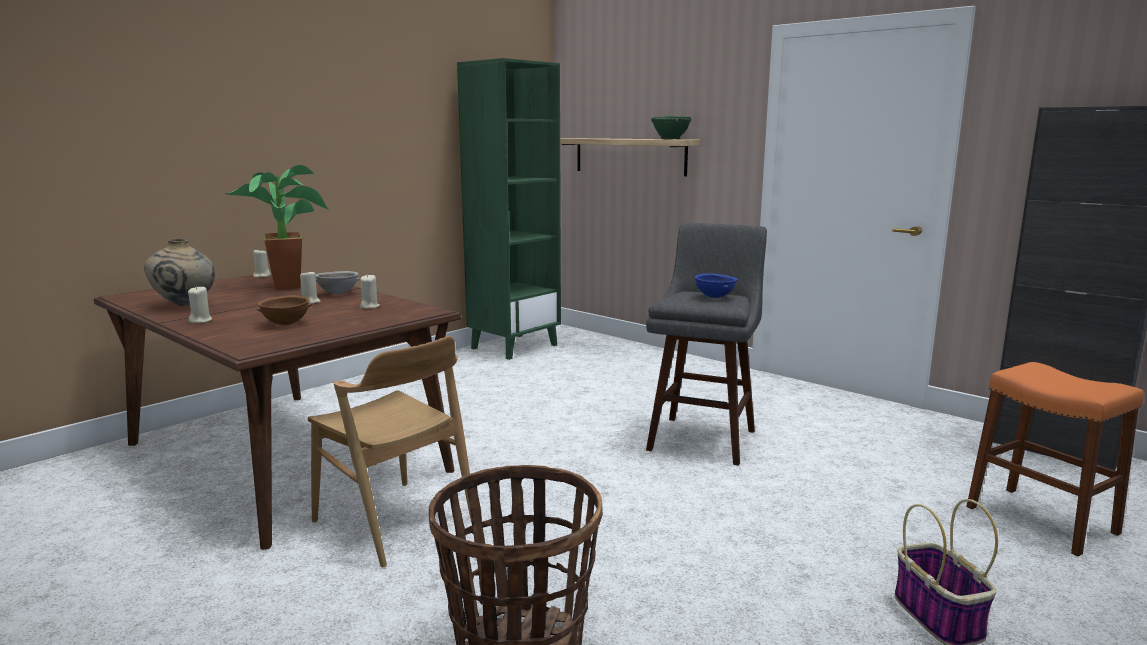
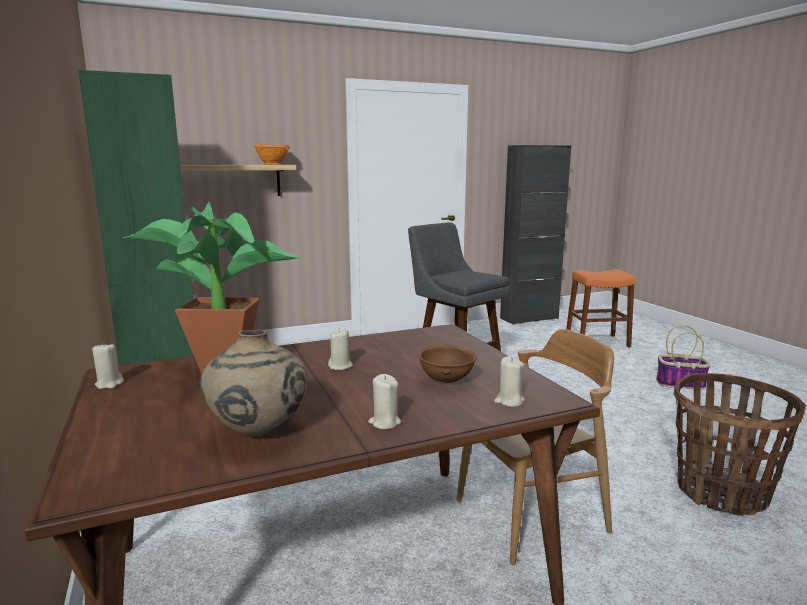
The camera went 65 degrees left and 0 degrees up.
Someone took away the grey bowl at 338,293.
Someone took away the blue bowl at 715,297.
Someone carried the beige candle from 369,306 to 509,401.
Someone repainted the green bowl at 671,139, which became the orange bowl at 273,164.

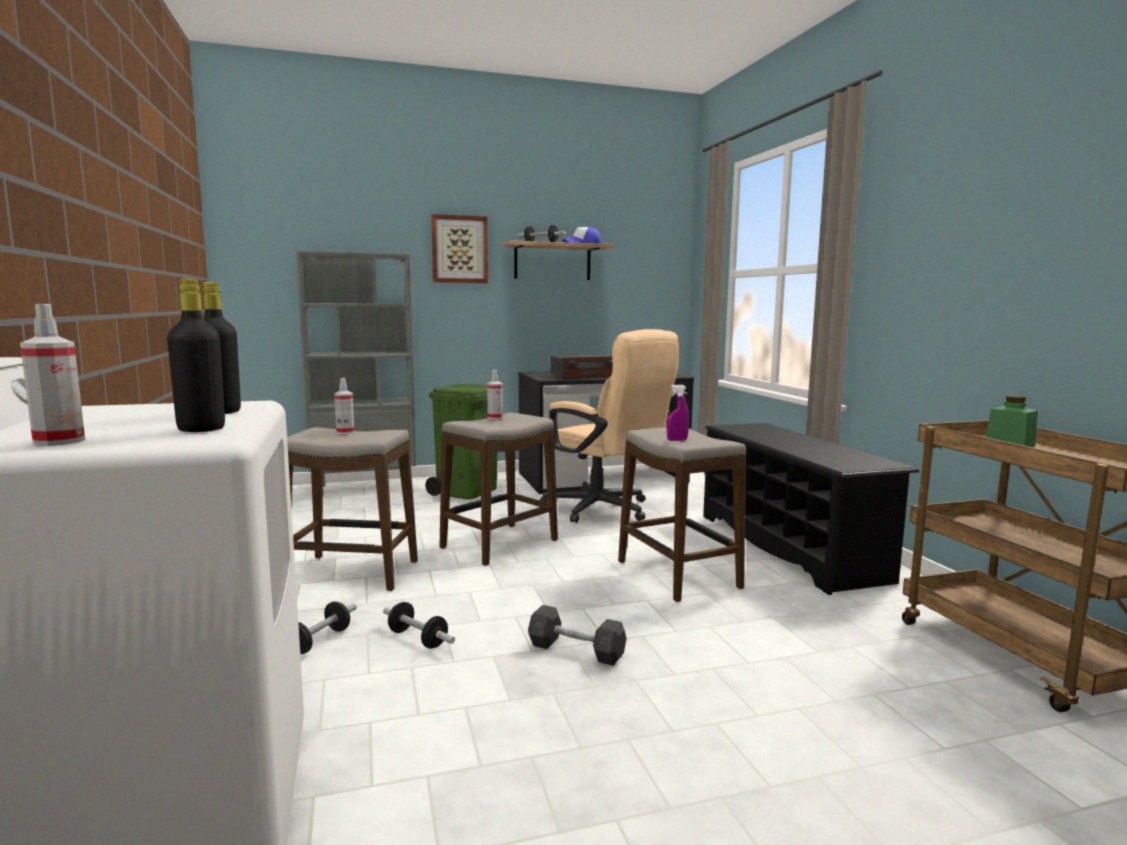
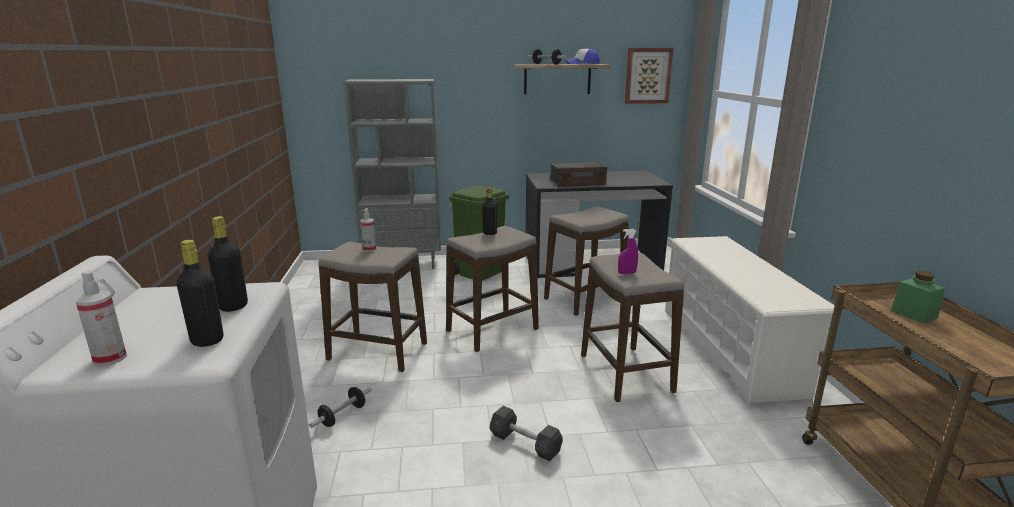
The camera went 10 degrees right and 10 degrees up.
Someone took away the dumbbell at 418,639.
Someone carried the picture from 459,249 to 647,76.
Someone swapped the spray bottle at 495,418 for the black bottle at 490,233.
Someone swapped the beige office chair at 605,510 for the stool at 585,299.
Someone repainted the black shoe rack at 789,546, which became the white shoe rack at 730,349.

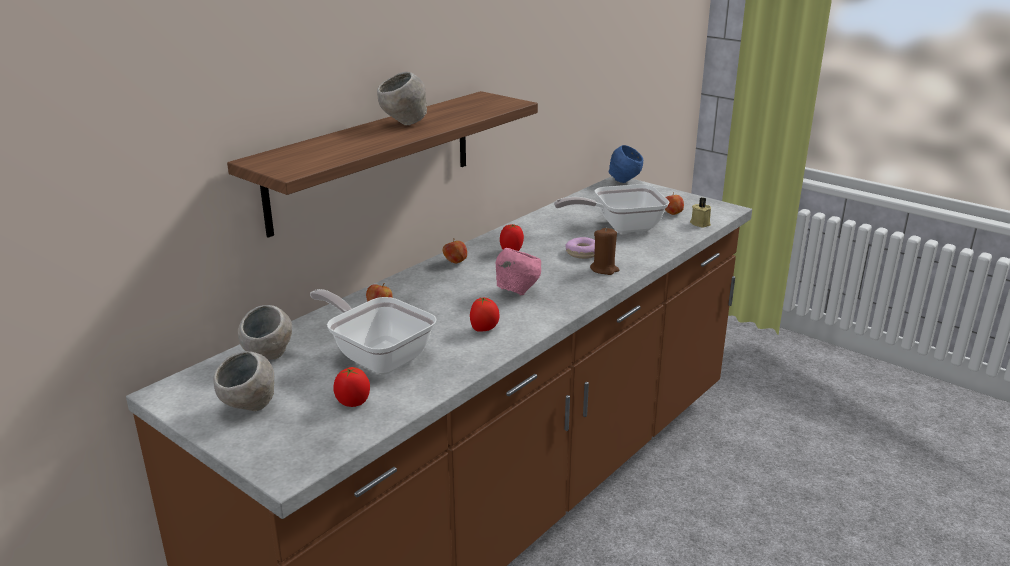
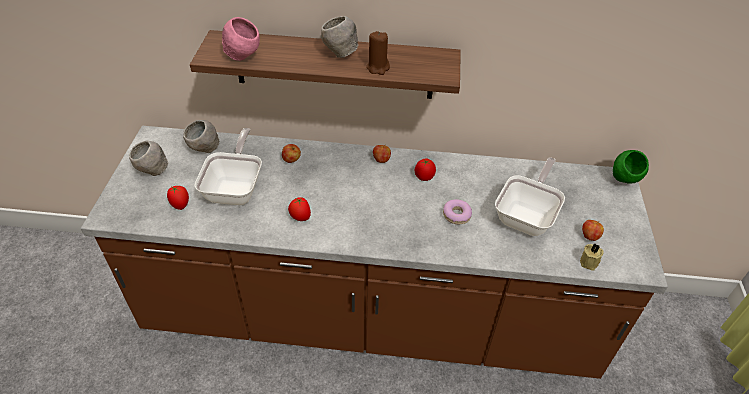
The camera went 55 degrees right and 20 degrees up.
Someone carried the pink bowl from 517,292 to 243,57.
Someone carried the brown candle from 604,269 to 378,68.
Someone repainted the blue bowl at 624,181, which became the green bowl at 623,181.
Someone rotated the frying pan at 620,227 by 75 degrees clockwise.

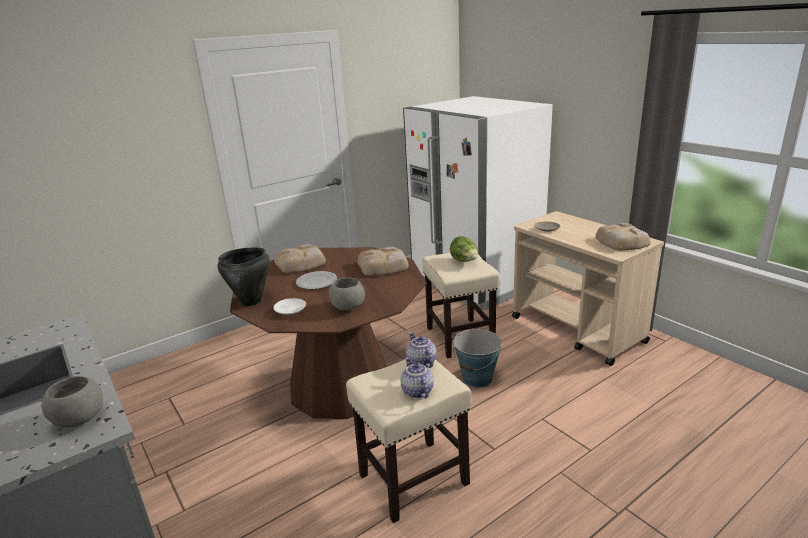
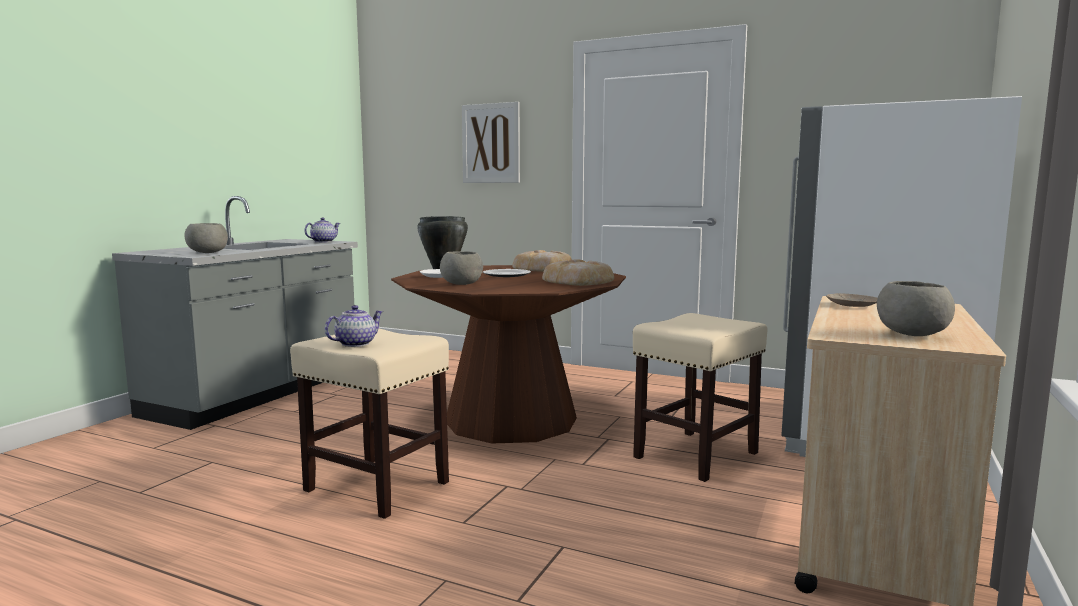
The camera went 60 degrees right and 15 degrees down.
Someone took away the lettuce at 464,261.
Someone took away the bucket at 477,378.
Someone put up the picture at 491,143.
Someone carried the teapot from 420,362 to 323,241.
Someone swapped the bread at 622,242 for the grey bowl at 911,335.

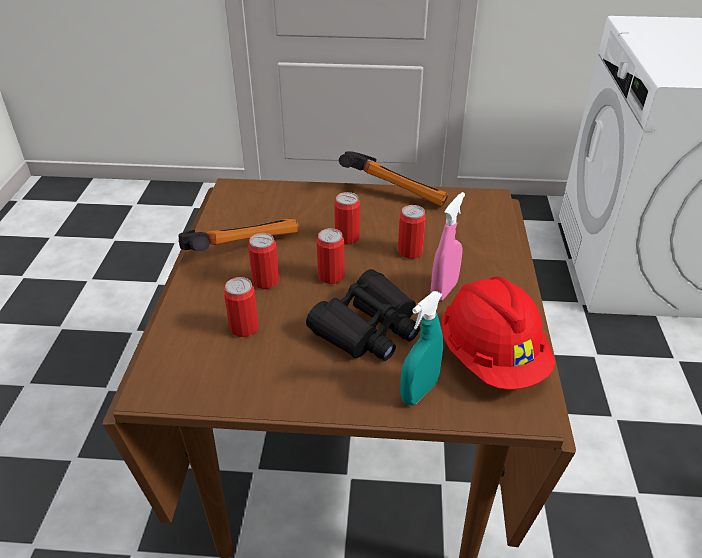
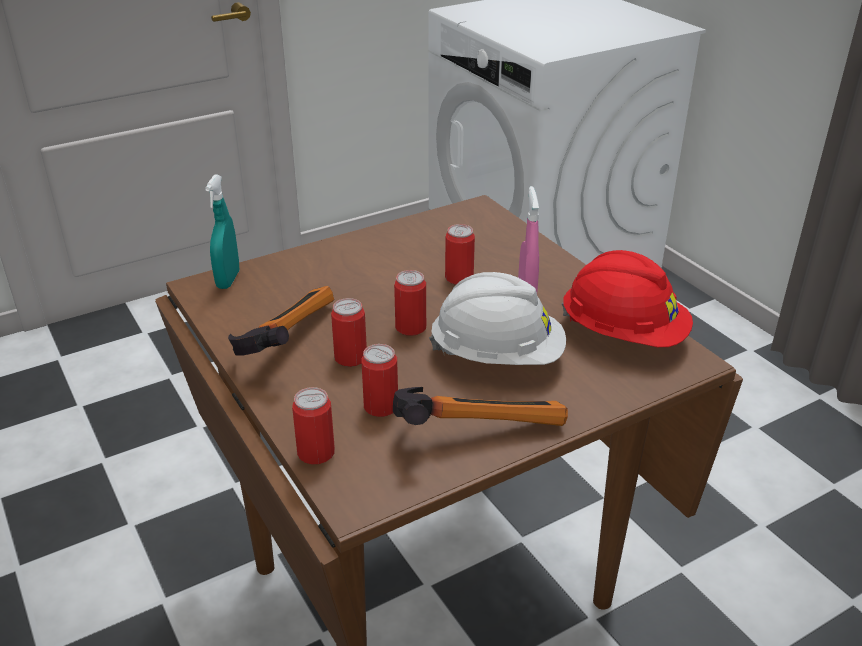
The camera went 35 degrees left and 5 degrees down.
Someone carried the can from 347,238 to 316,453.
Someone carried the hammer from 395,192 to 476,427.
Someone carried the turquoise spray bottle from 419,392 to 228,280.
Someone swapped the black binoculars at 368,328 for the white hard hat at 497,356.

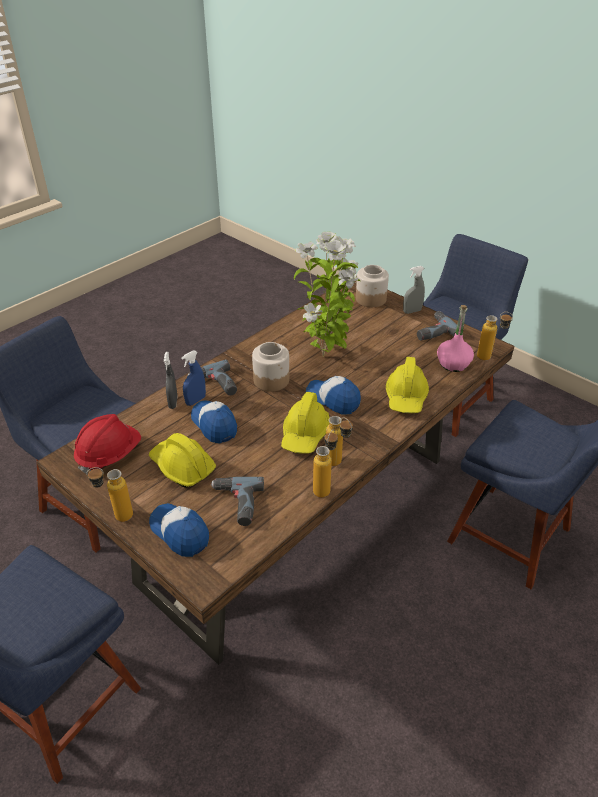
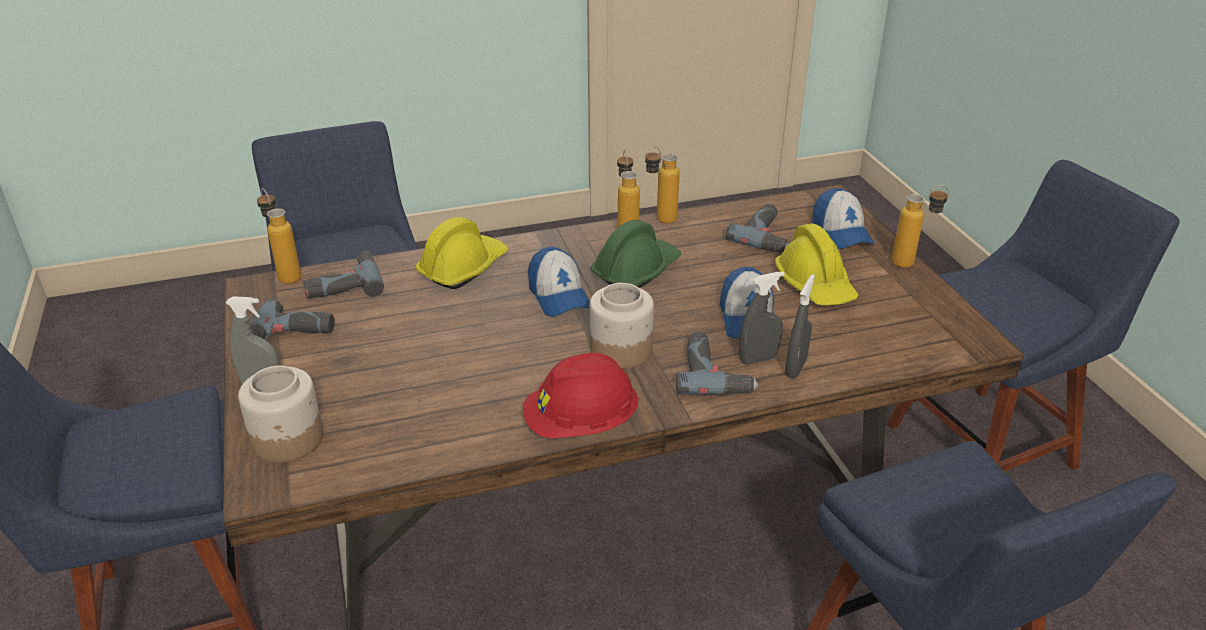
The camera went 150 degrees left and 5 degrees down.
Someone took away the potted plant at 325,356.
Someone carried the red hard hat from 109,455 to 581,424.
Someone swapped the pink bottle at 453,364 for the power drill at 343,284.
Someone repainted the blue spray bottle at 195,400, which became the grey spray bottle at 758,359.
Someone repainted the yellow hard hat at 305,434, which became the green hard hat at 636,271.

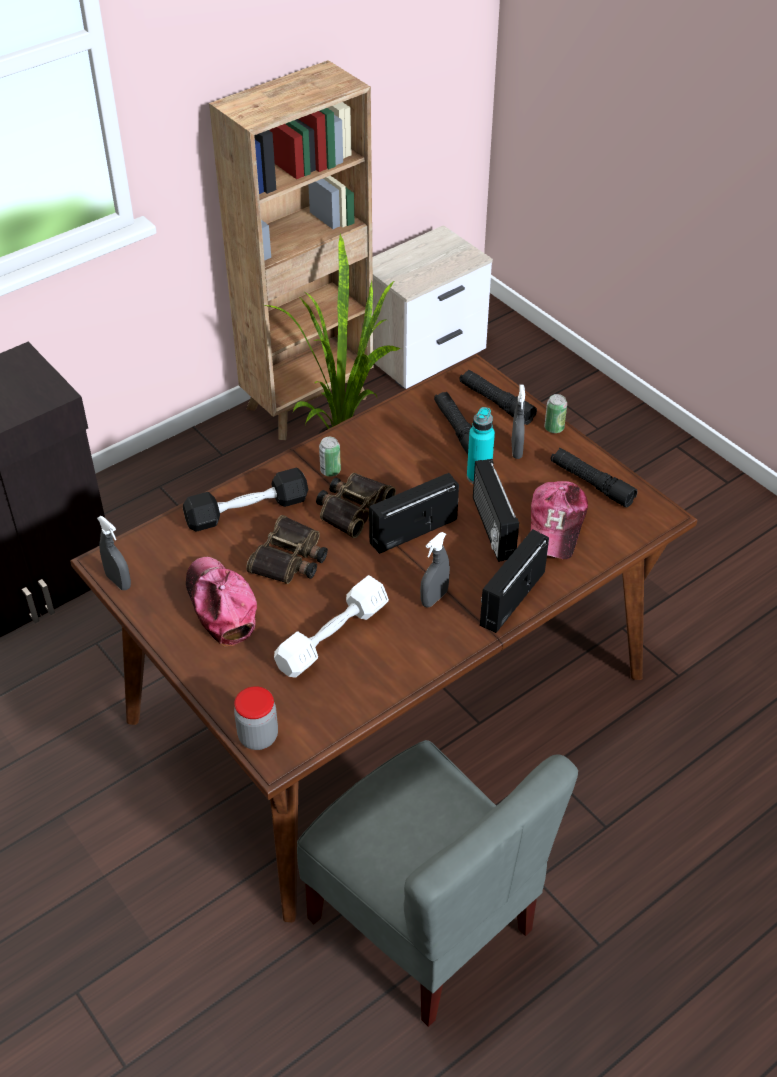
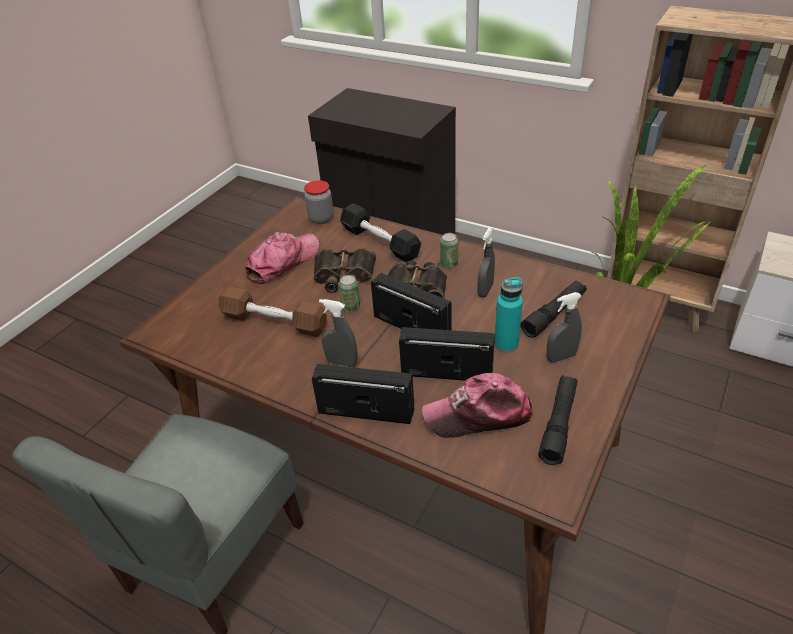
The camera went 70 degrees right and 5 degrees down.
Someone took away the black flashlight at 496,403.
Someone carried the grey spray bottle from 118,581 to 485,290.
Someone carried the jar from 258,737 to 321,218.
Someone carried the can from 554,428 to 351,307.
Someone repainted the white dumbbell at 332,637, which became the brown dumbbell at 274,322.
Someone rotated the radio at 491,528 by 45 degrees clockwise.

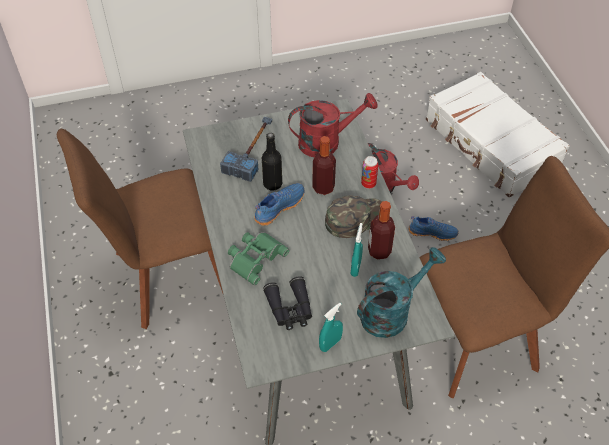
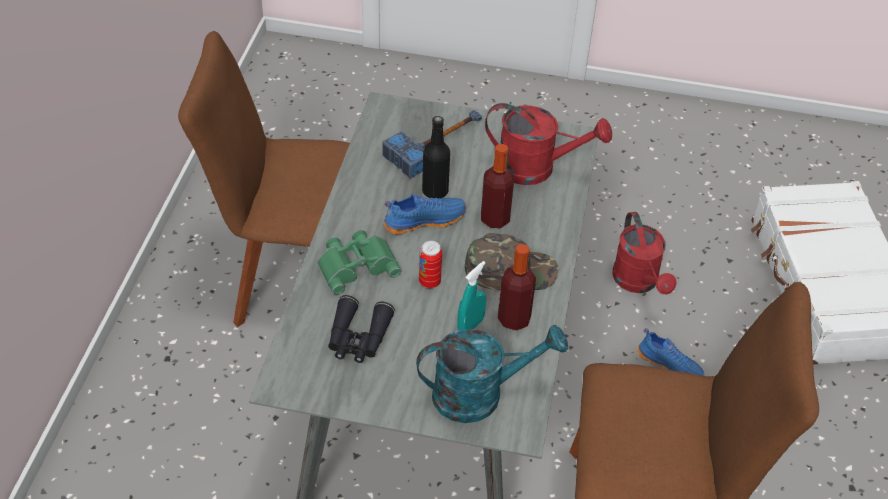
The camera went 25 degrees right and 5 degrees down.
Someone took away the turquoise spray bottle at 330,344.
Someone carried the can from 368,184 to 429,282.

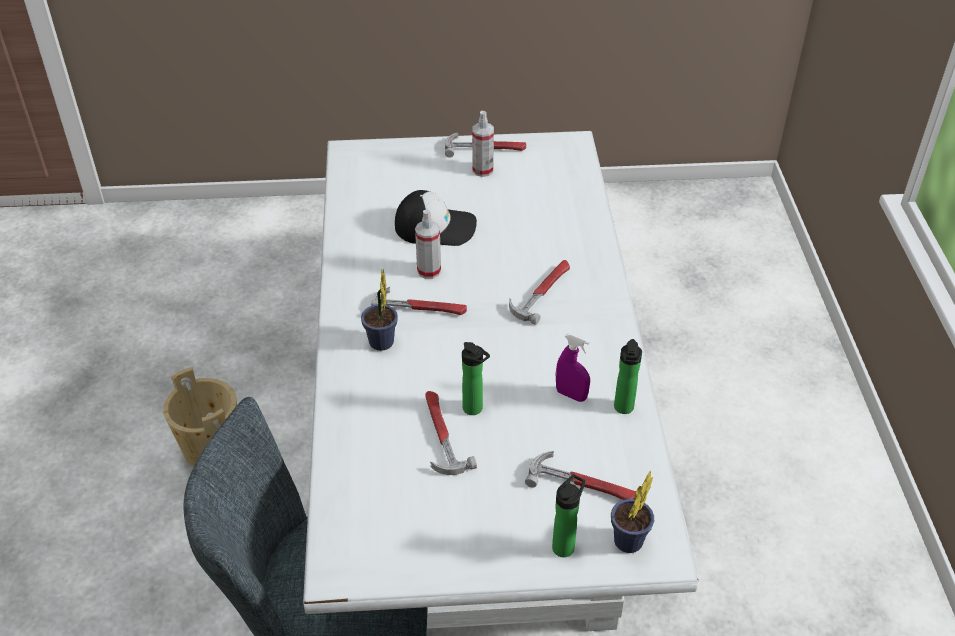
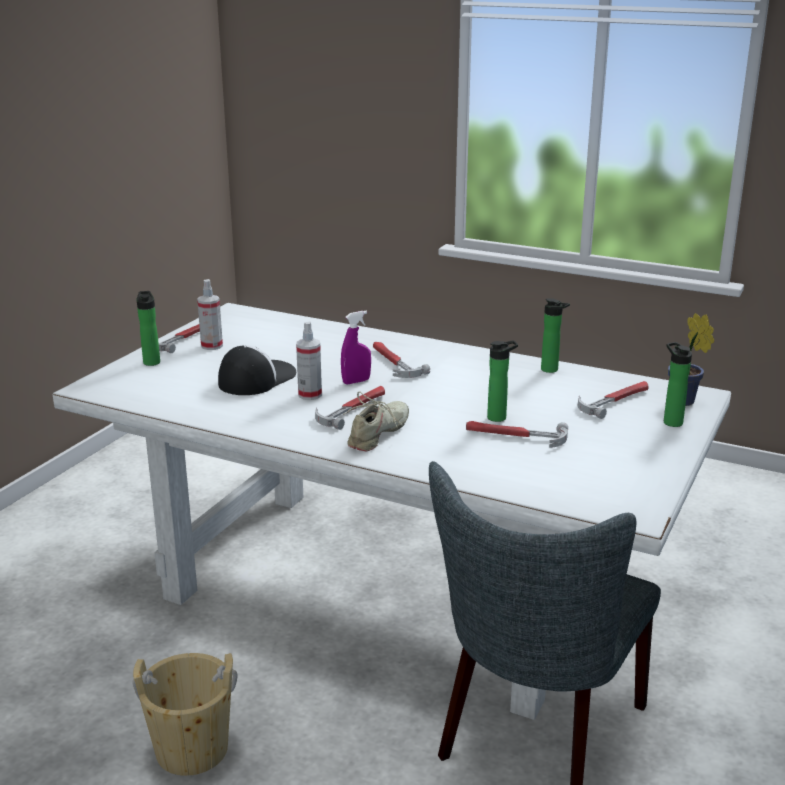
The camera went 60 degrees left and 20 degrees down.
Someone put down the bottle at 151,361.
Someone carried the purple spray bottle from 571,395 to 356,381.
Someone swapped the potted plant at 381,345 for the beige shoe at 378,434.

